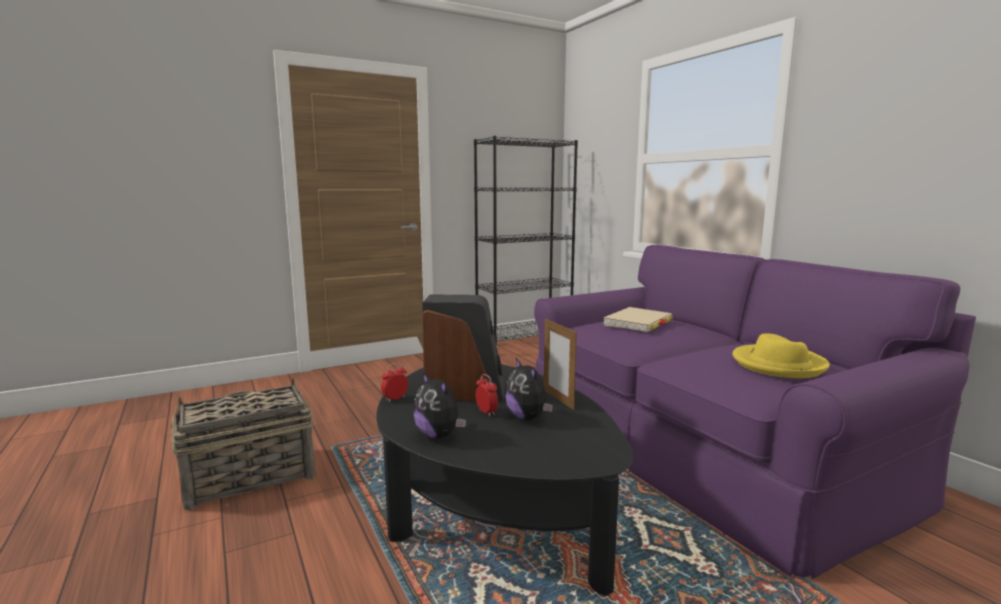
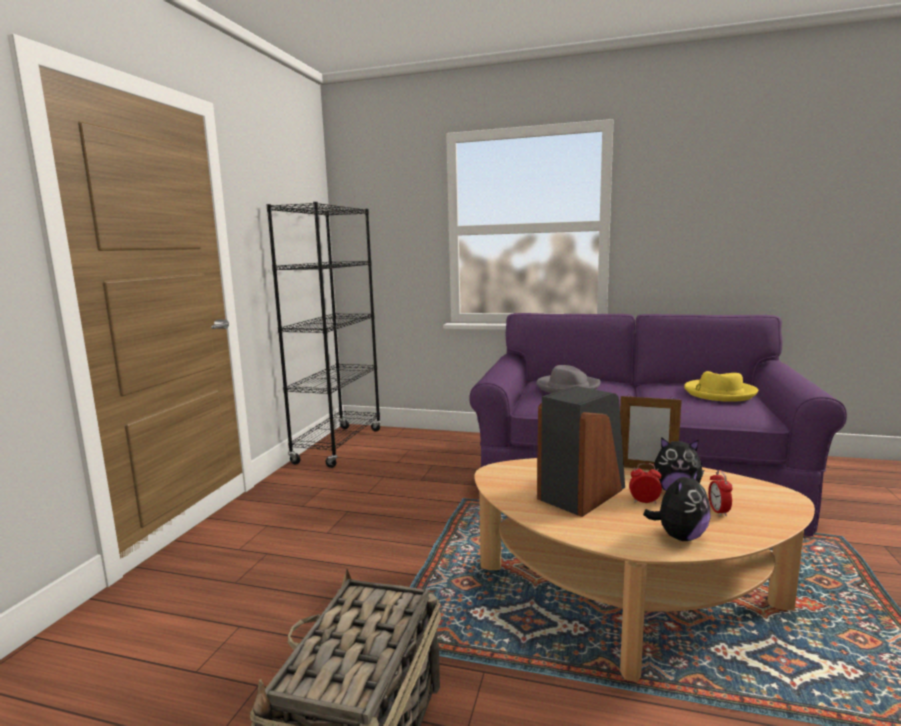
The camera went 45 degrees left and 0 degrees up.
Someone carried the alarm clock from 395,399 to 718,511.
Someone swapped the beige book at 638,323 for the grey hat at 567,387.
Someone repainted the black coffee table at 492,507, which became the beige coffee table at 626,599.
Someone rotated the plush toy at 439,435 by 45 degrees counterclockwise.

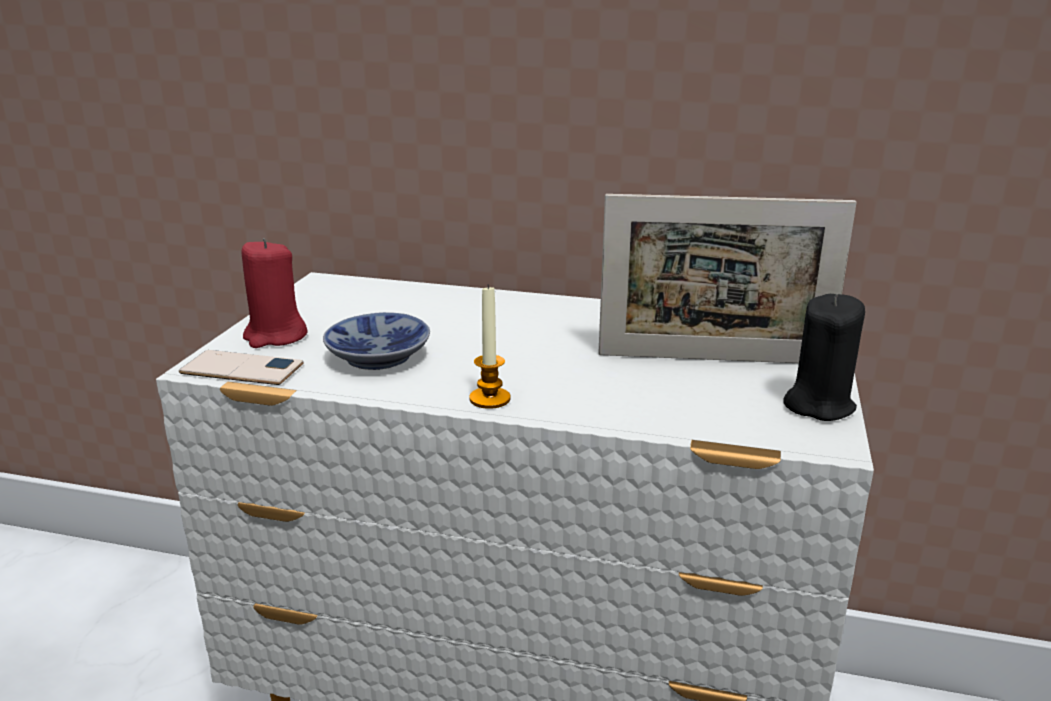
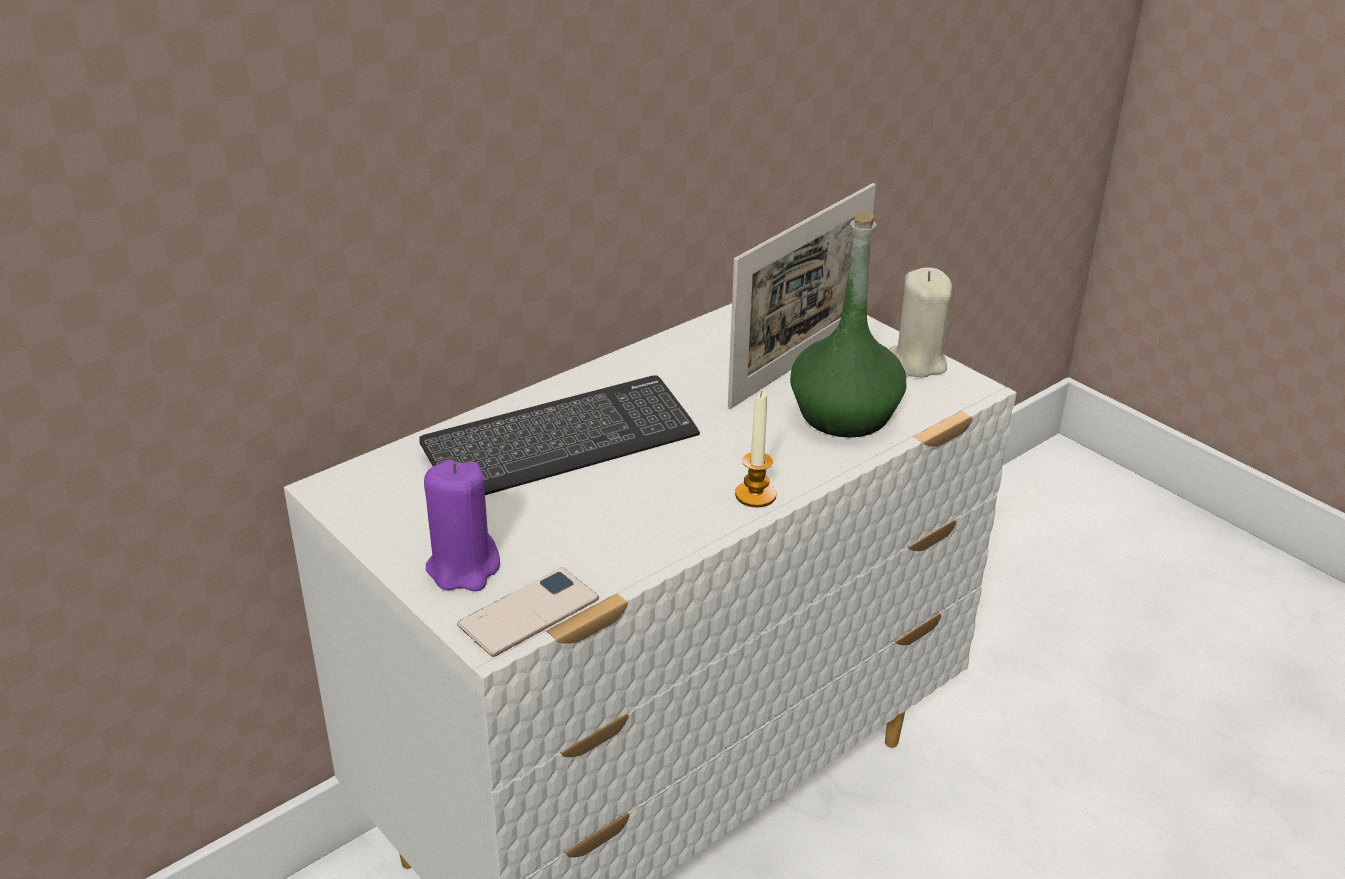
The camera went 55 degrees left and 10 degrees up.
Someone took away the bowl at 378,355.
Someone put down the keyboard at 561,443.
Someone put down the green bottle at 844,415.
Someone repainted the red candle at 275,336, which became the purple candle at 464,568.
Someone repainted the black candle at 818,405, which became the beige candle at 916,362.

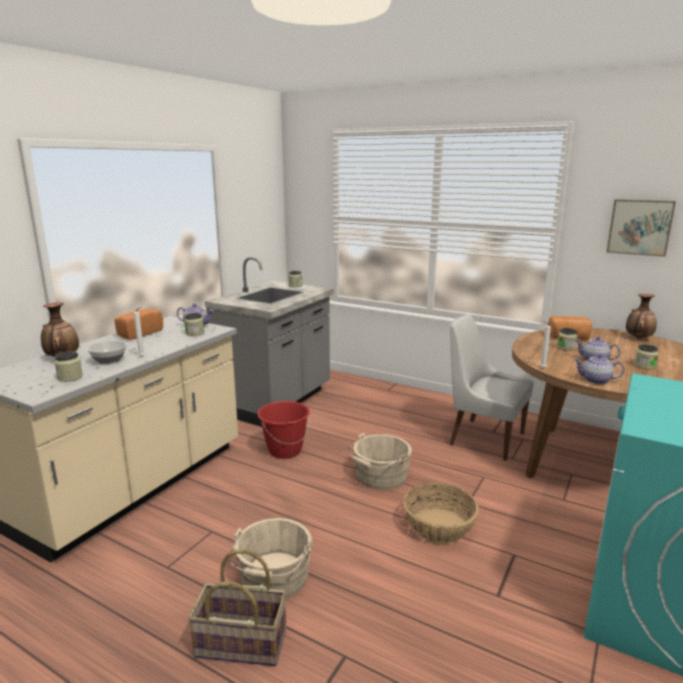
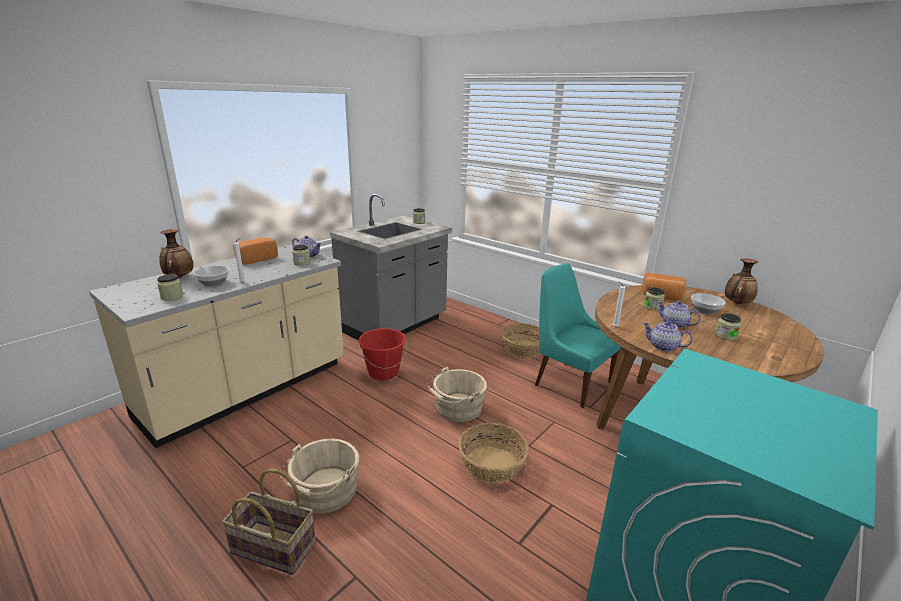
The camera went 10 degrees right and 5 degrees up.
Someone took away the picture at 640,227.
Someone put down the basket at 522,349.
Someone put down the bowl at 704,311.
Someone repainted the white chair at 483,438, which became the turquoise chair at 570,382.

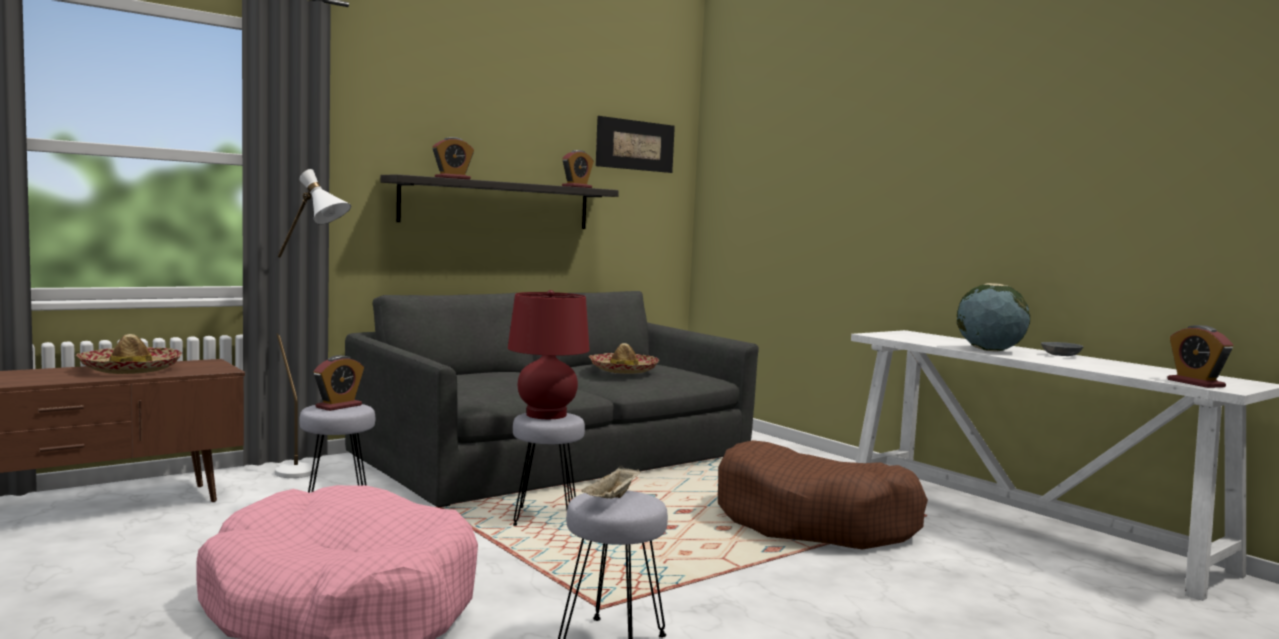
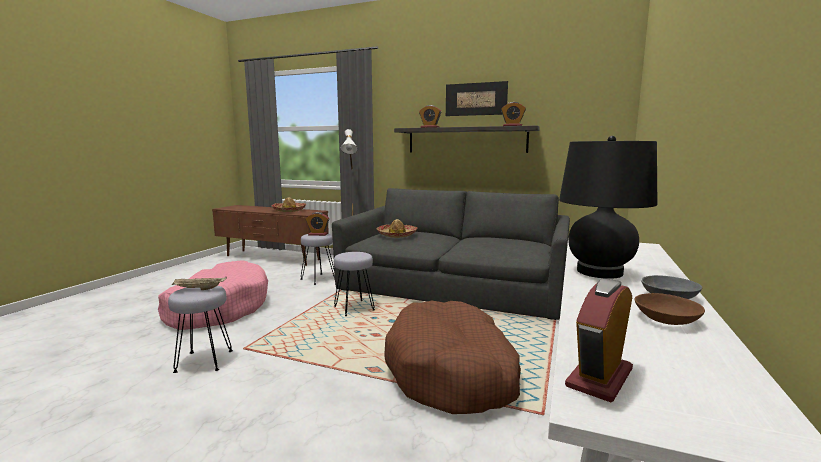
The camera went 60 degrees right and 5 degrees up.
Someone took away the red table lamp at 546,415.
Someone put down the brown bowl at 665,319.
Someone carried the hat from 622,370 to 397,235.
Someone carried the picture from 635,145 to 476,99.
Someone swapped the globe at 989,350 for the black table lamp at 599,272.

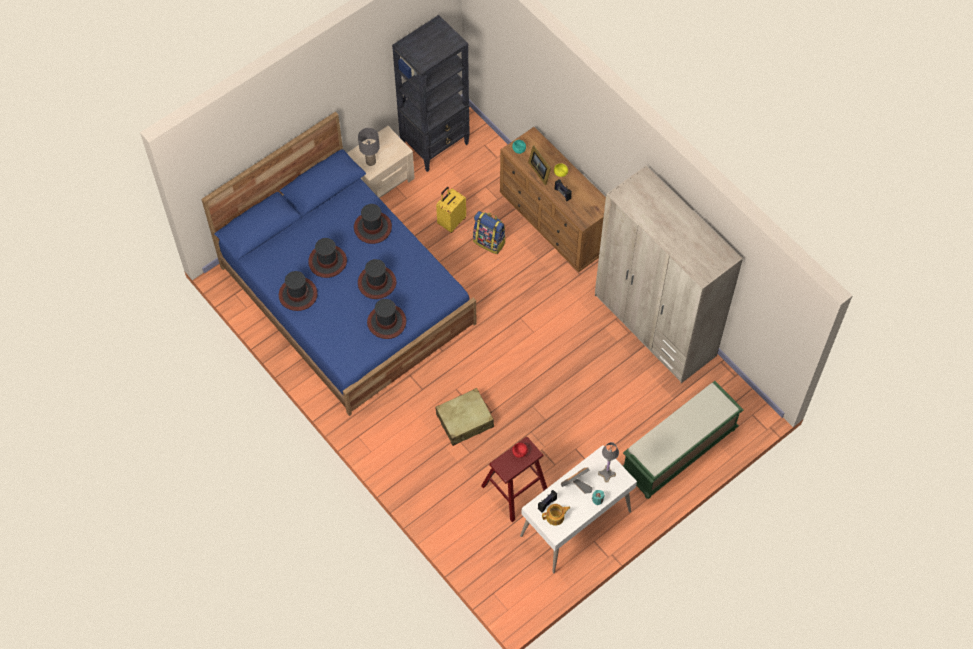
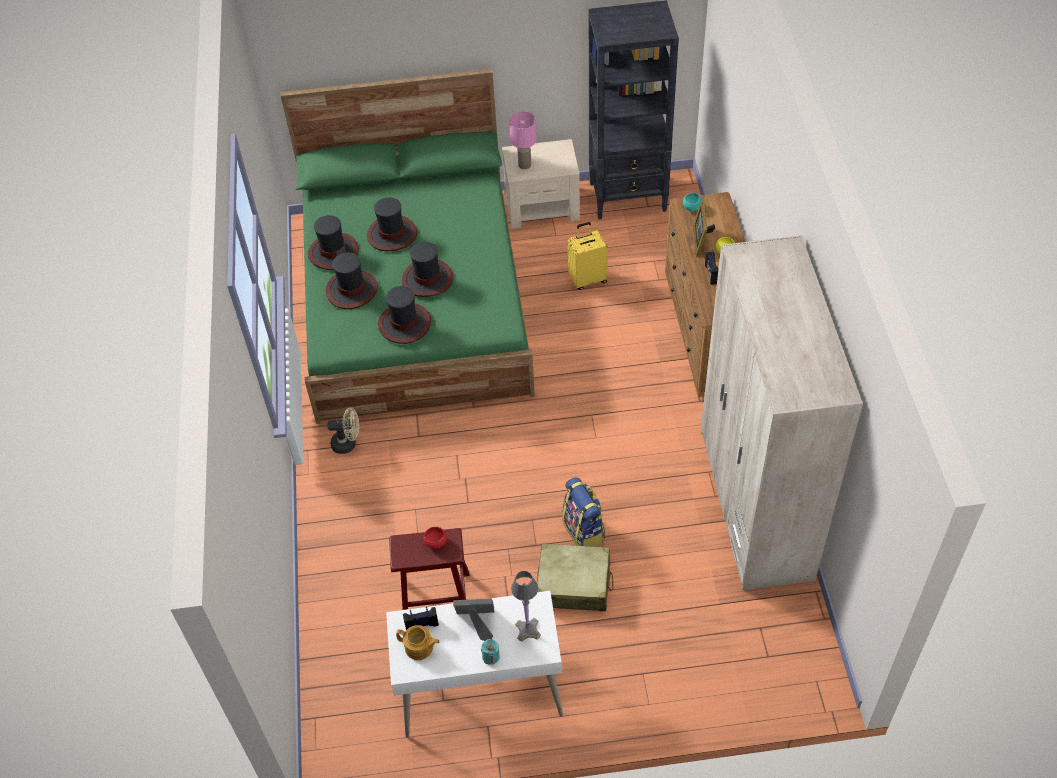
The camera went 35 degrees right and 10 degrees down.
Someone took away the green bench at 678,451.
Someone put down the beige fan at 348,443.
Someone carried the hat from 373,227 to 352,290.
Someone carried the beige suitcase from 465,421 to 574,584.
Someone carried the backpack from 489,242 to 584,531.
Someone repainted the blue bed at 347,294, which became the green bed at 416,300.
Someone repainted the grey table lamp at 371,161, which became the pink table lamp at 525,165.

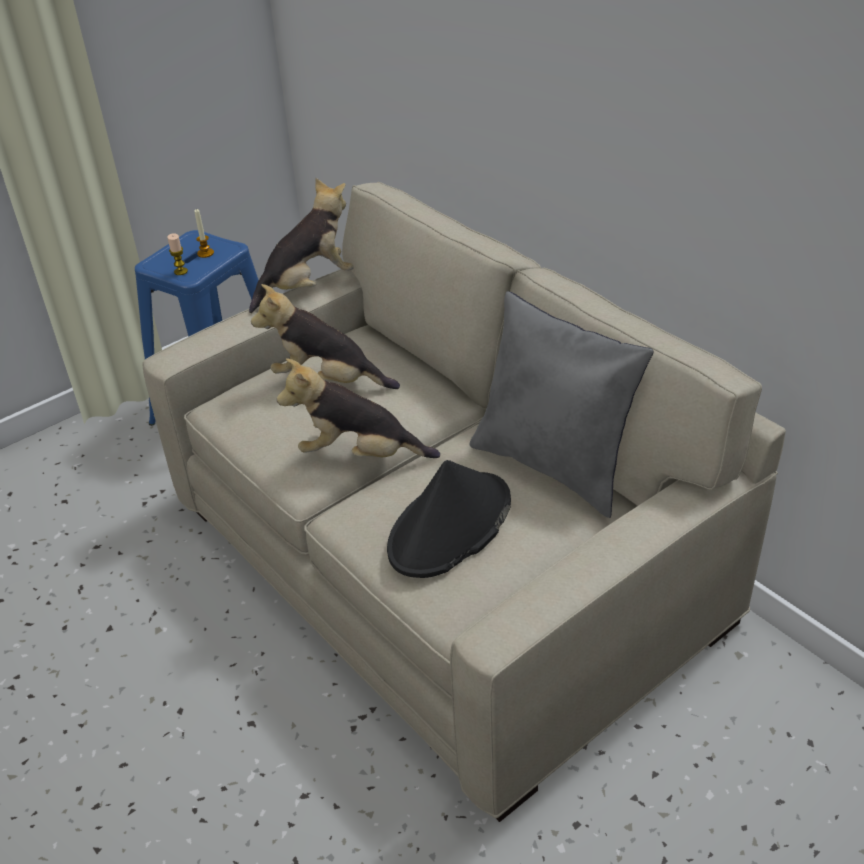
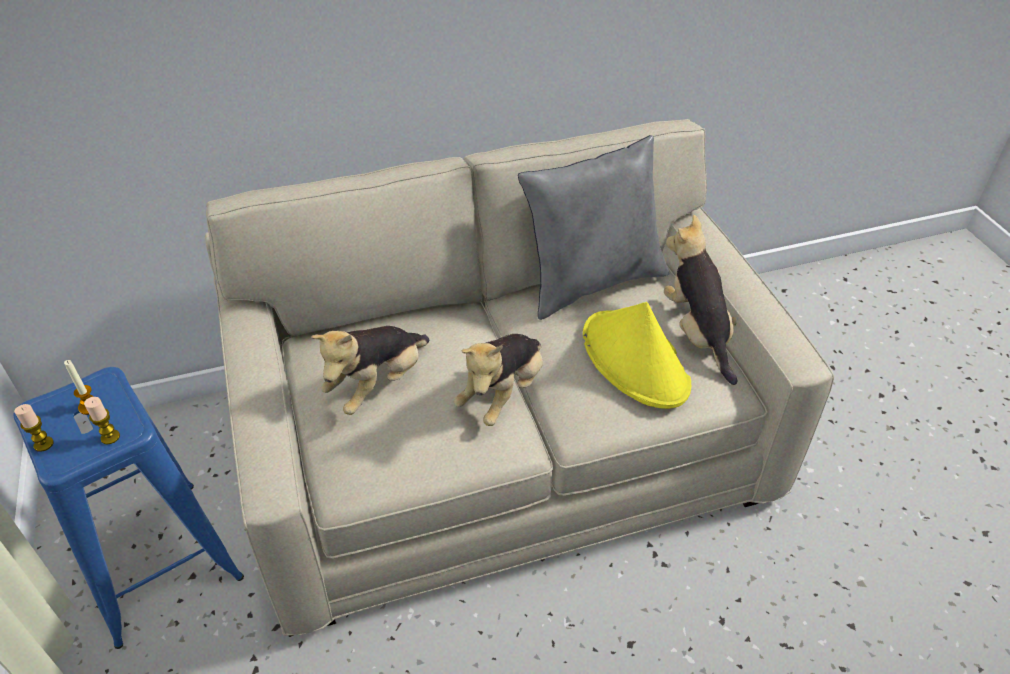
The camera went 70 degrees left and 5 degrees up.
Someone put down the candle at 43,444.
Someone carried the plush toy from 308,286 to 697,333.
Someone repainted the black hat at 450,526, which became the yellow hat at 635,361.

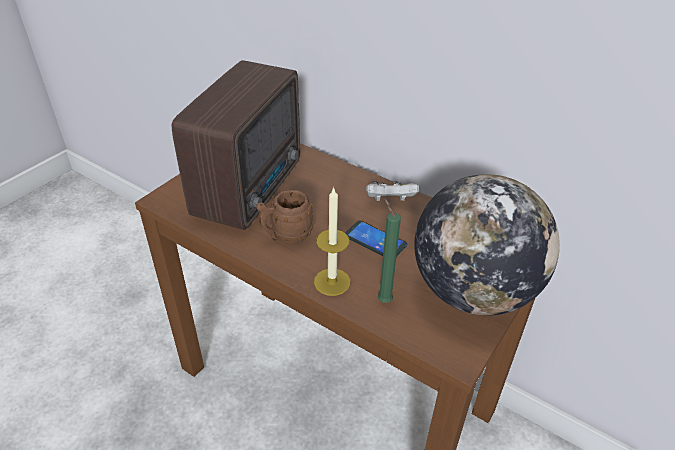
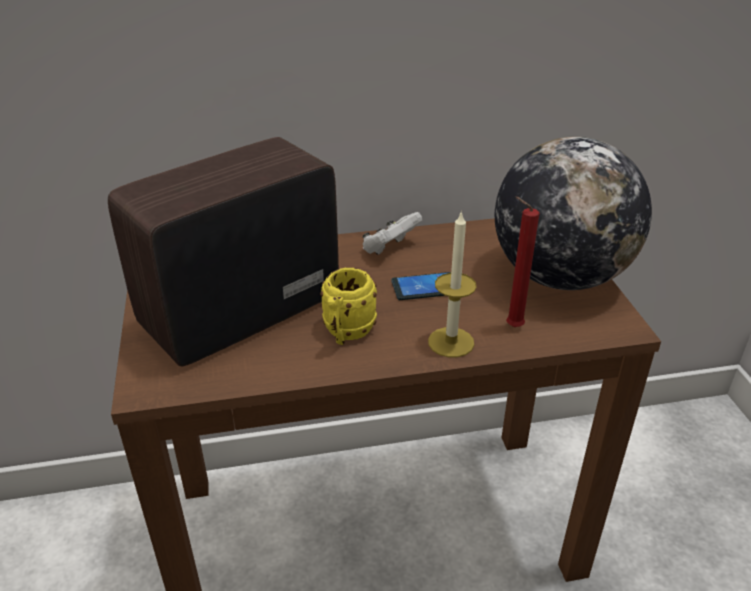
The camera went 45 degrees left and 5 degrees down.
Someone repainted the brown mug at 286,236, which became the yellow mug at 346,334.
Someone repainted the green candle at 383,299, which became the red candle at 511,327.
Someone rotated the radio at 252,188 by 105 degrees counterclockwise.

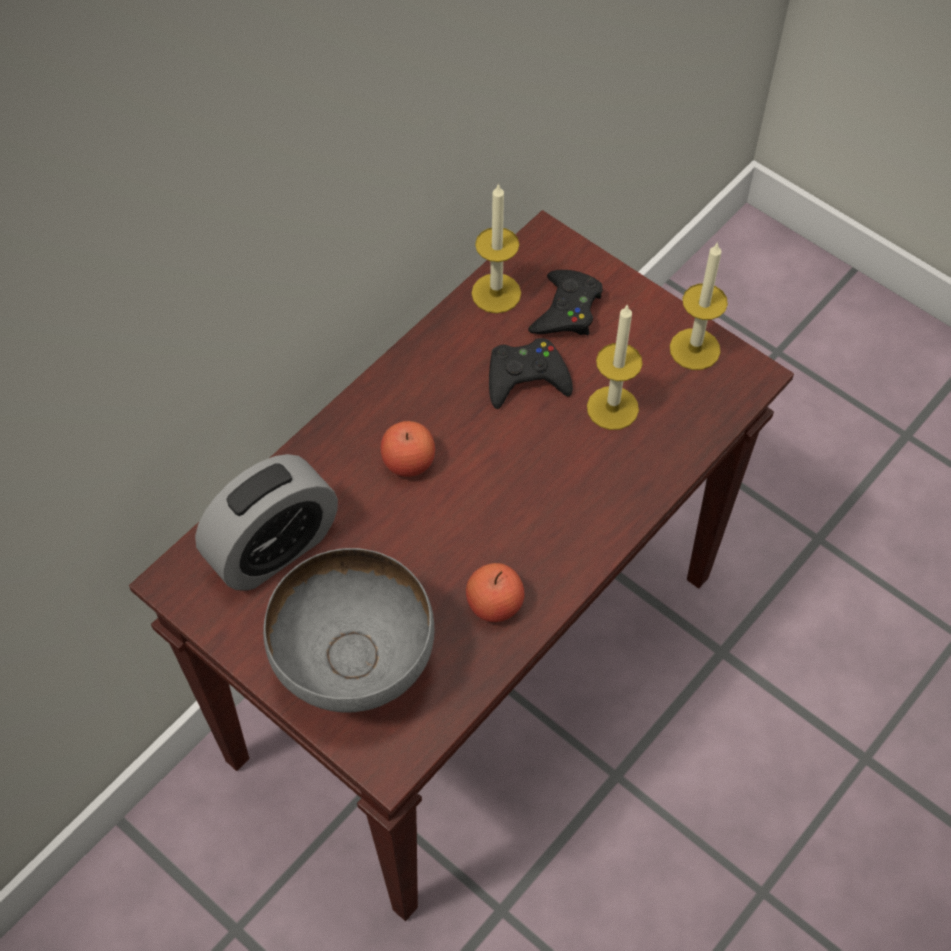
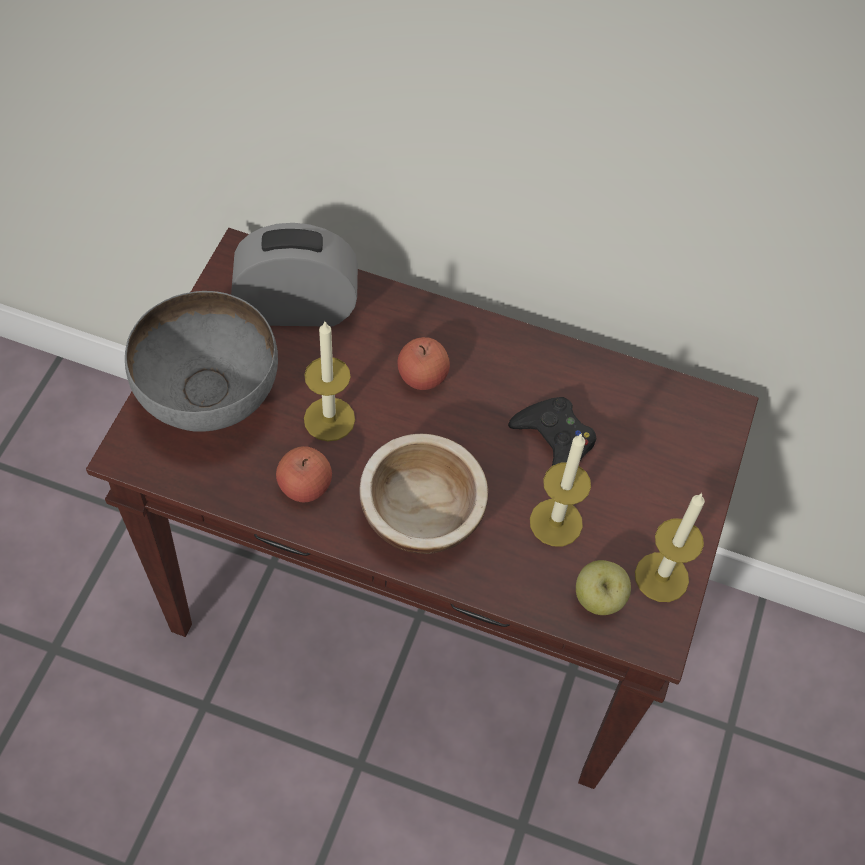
The camera went 65 degrees right and 0 degrees up.
Someone took away the black game controller at 566,310.
Someone put down the bowl at 421,514.
Someone put down the apple at 598,599.
Someone carried the candle from 496,293 to 329,419.
Someone rotated the alarm clock at 273,548 by 150 degrees clockwise.

